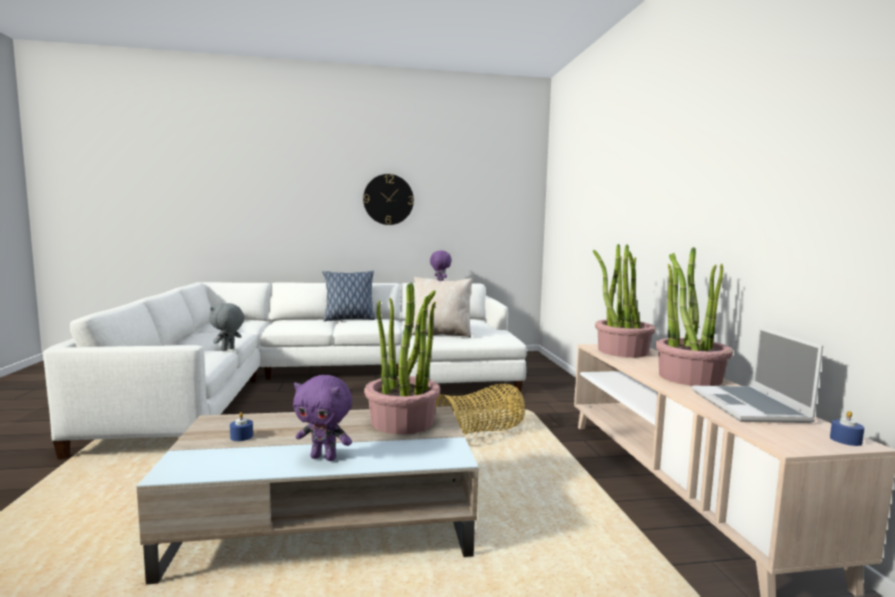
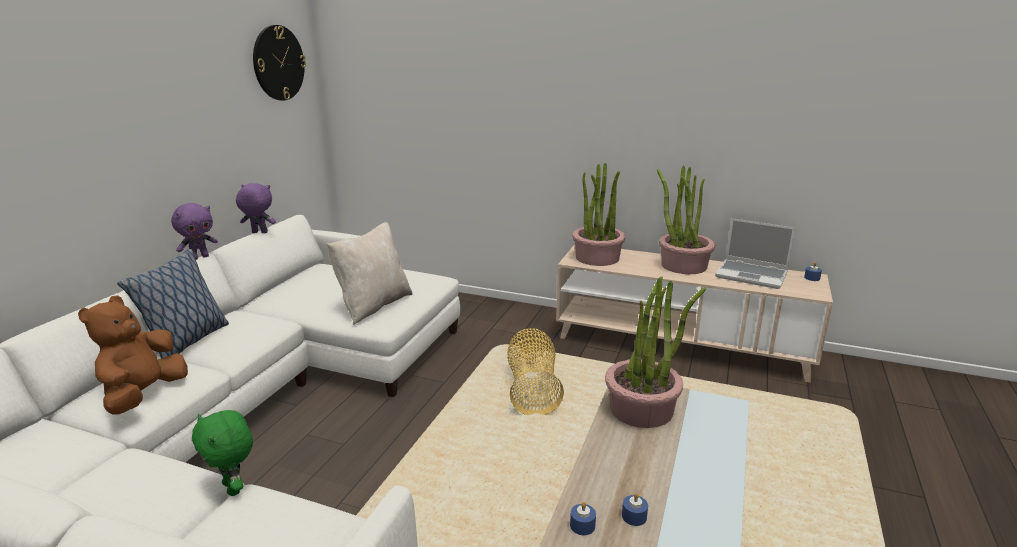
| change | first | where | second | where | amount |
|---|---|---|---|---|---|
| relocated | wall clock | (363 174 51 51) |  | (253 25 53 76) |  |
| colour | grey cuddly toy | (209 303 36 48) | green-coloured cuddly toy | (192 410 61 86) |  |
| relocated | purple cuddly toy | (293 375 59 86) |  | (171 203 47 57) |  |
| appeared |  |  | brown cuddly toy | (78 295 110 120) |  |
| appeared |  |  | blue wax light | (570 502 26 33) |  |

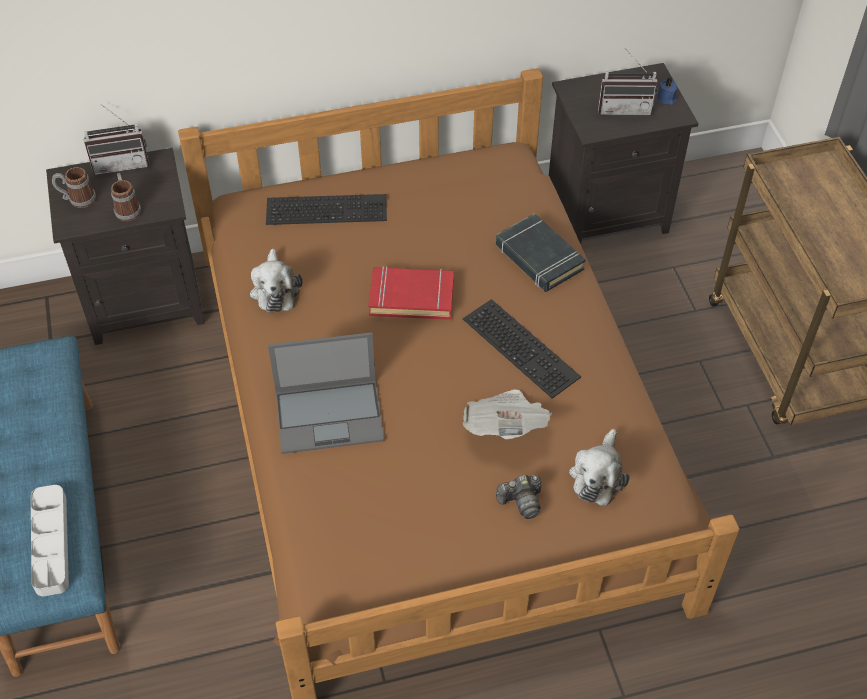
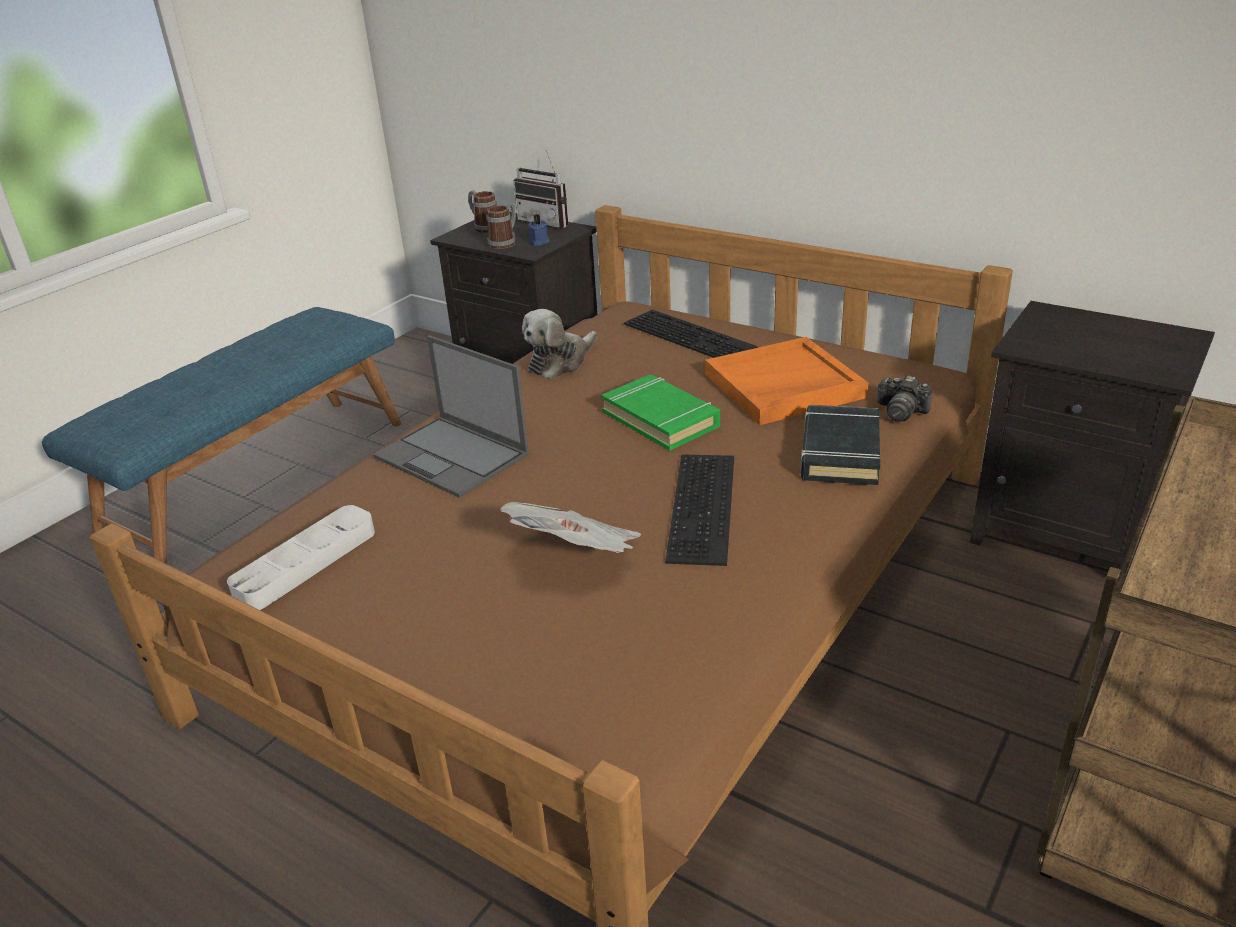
| change | first | where | second | where | amount |
|---|---|---|---|---|---|
| missing | radio | (598 48 59 67) |  |  |  |
| relocated | blue wax light | (657 77 20 28) |  | (528 214 21 32) |  |
| colour | red bound book | (368 266 86 54) | green-coloured bound book | (601 374 119 77) |  |
| missing | cuddly toy | (569 429 61 77) |  |  |  |
| relocated | photo camera | (496 475 46 44) |  | (877 375 55 47) |  |
| relocated | grey tray | (31 485 38 111) |  | (227 505 148 105) |  |
| appeared |  |  | orange tray | (705 337 164 88) |  |

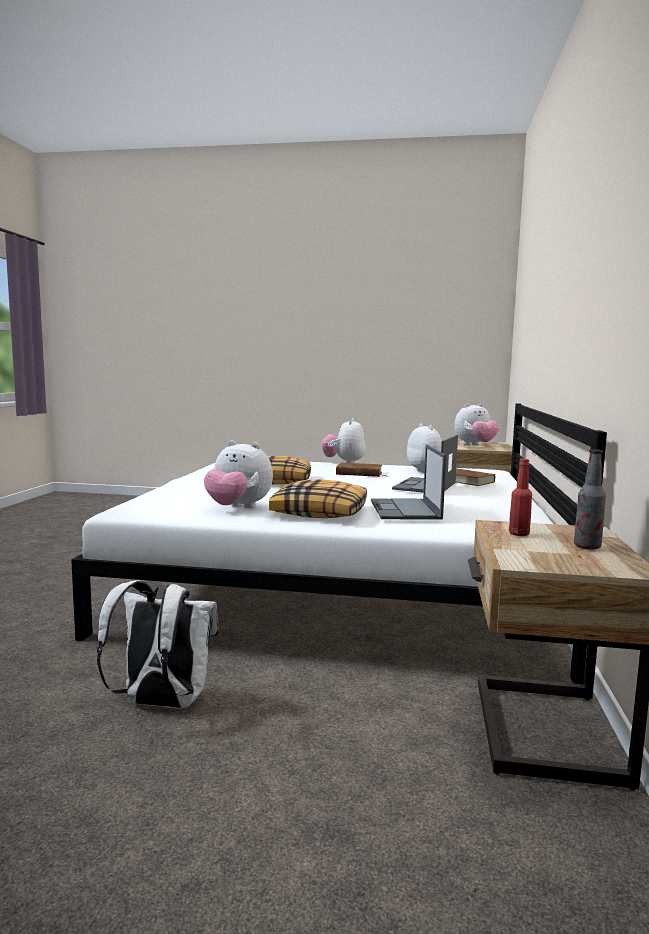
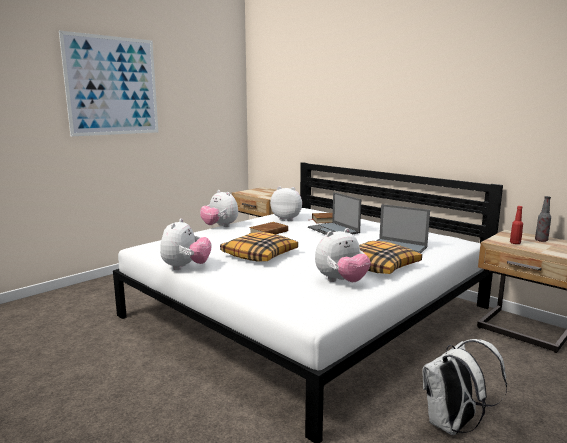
| change | first | where | second | where | amount |
|---|---|---|---|---|---|
| relocated | cuddly toy | (454 403 45 42) |  | (160 218 51 52) |  |
| appeared |  |  | wall picture | (59 31 99 105) |  |

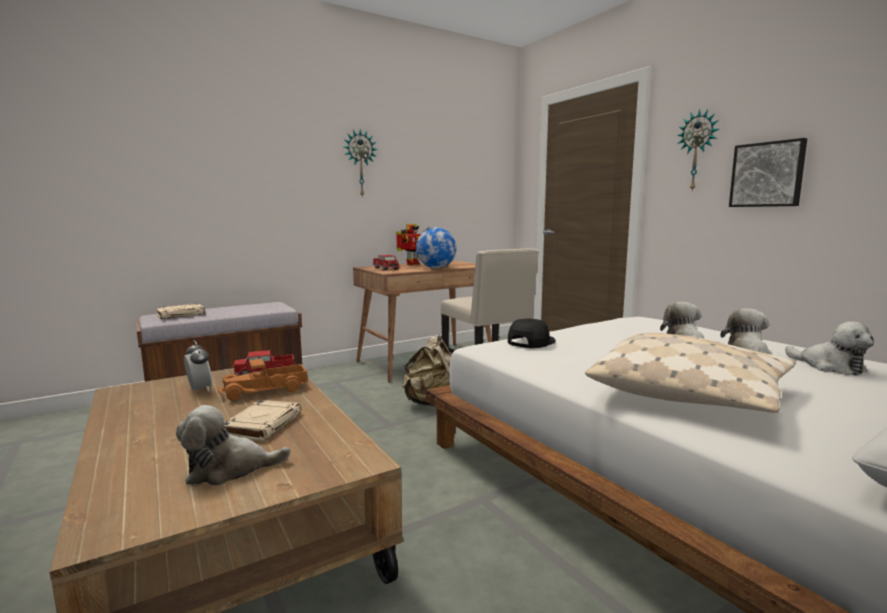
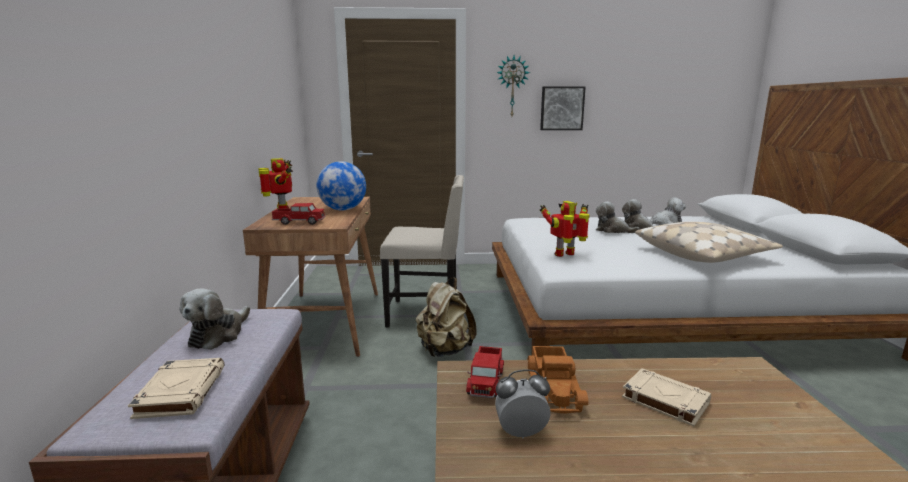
| change | first | where | second | where | amount |
|---|---|---|---|---|---|
| missing | wall clock | (344 129 34 69) |  |  |  |
| exchanged | blackish baseball cap | (508 318 48 30) | toy robot | (540 201 50 56) |  |
| relocated | cuddly toy | (176 405 114 81) |  | (180 288 70 62) |  |

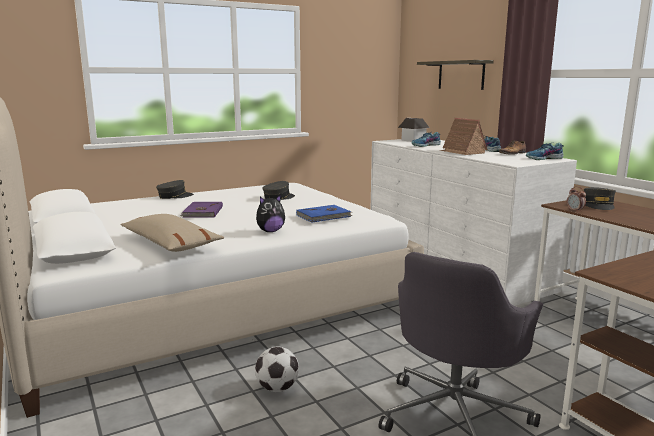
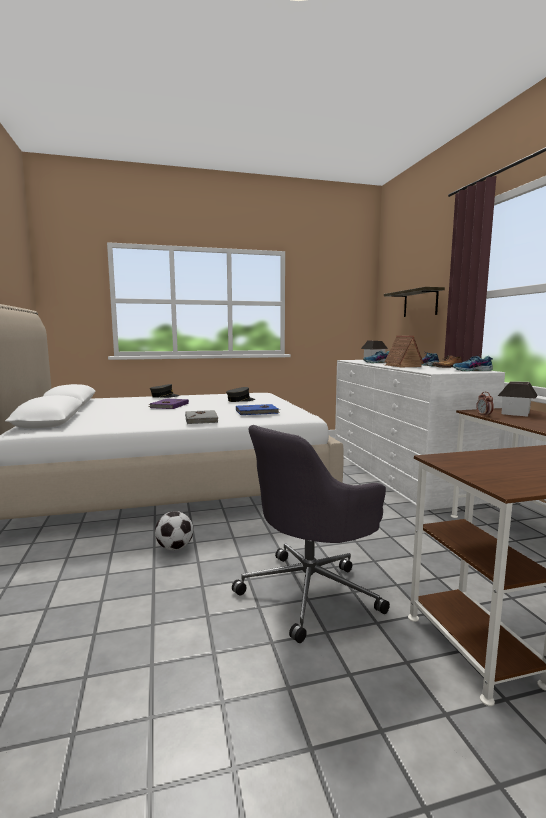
| change | first | where | second | where | amount |
|---|---|---|---|---|---|
| exchanged | grey baseball cap | (584 187 32 23) | miniature house | (498 381 40 36) |  |
| exchanged | cuddly toy | (256 194 29 38) | grey bound book | (185 410 34 14) |  |
| missing | sand-coloured cushion | (121 214 103 38) |  |  |  |

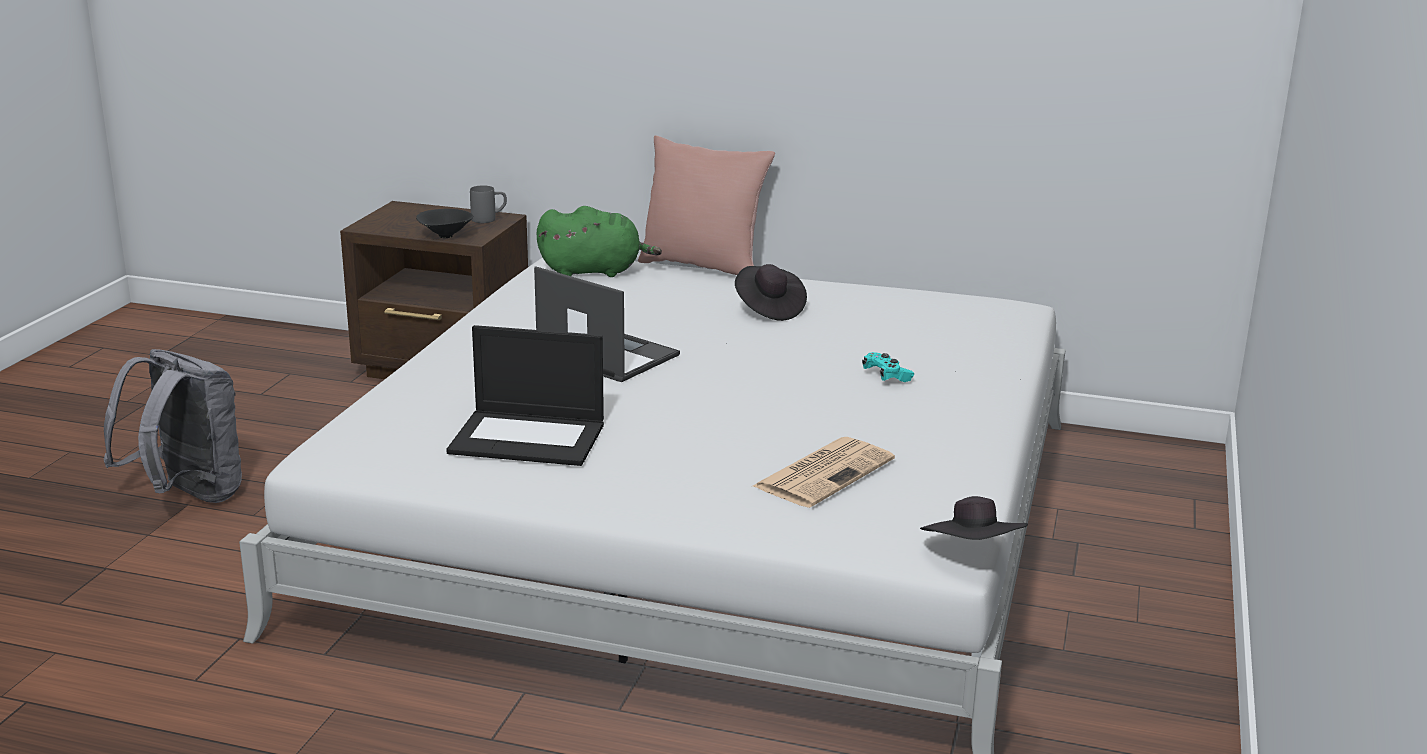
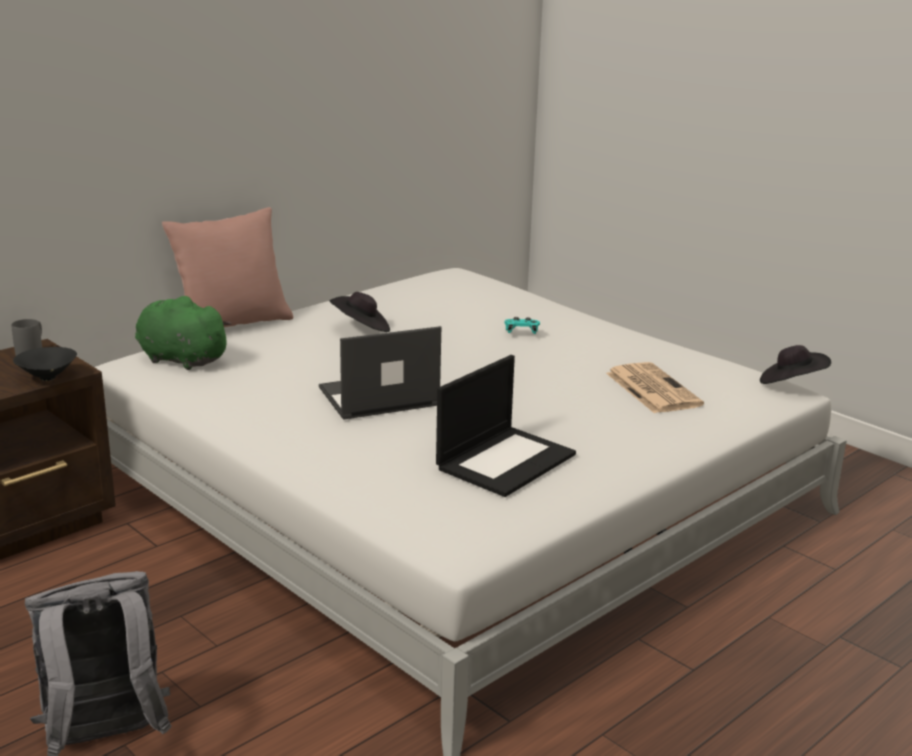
| change | first | where | second | where | amount |
|---|---|---|---|---|---|
| spun | green-coloured cuddly toy | (537 206 125 71) |  | (135 296 97 74) | 90 degrees counterclockwise |

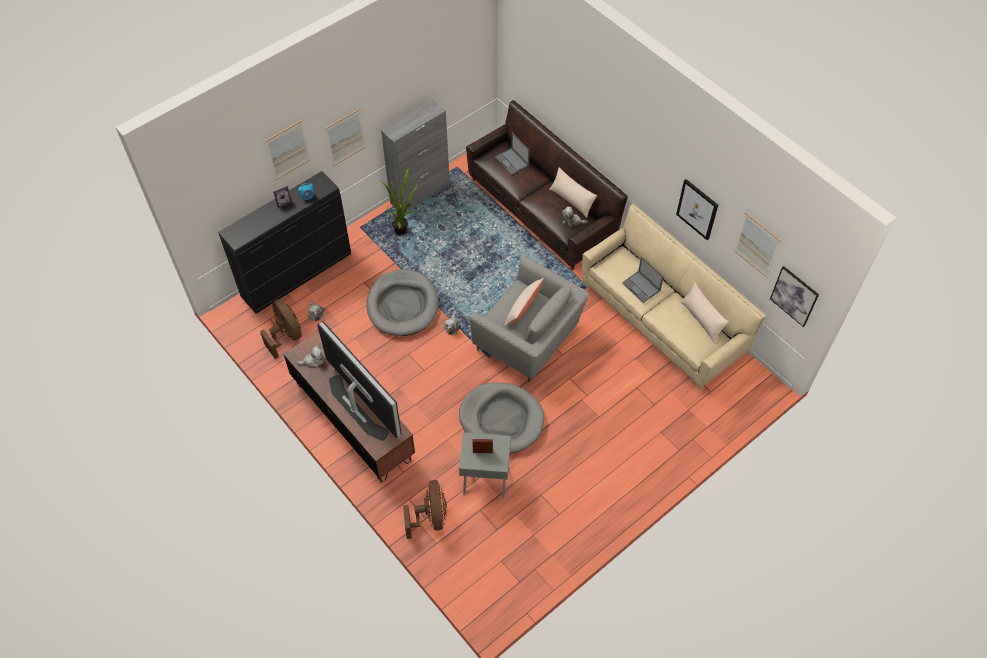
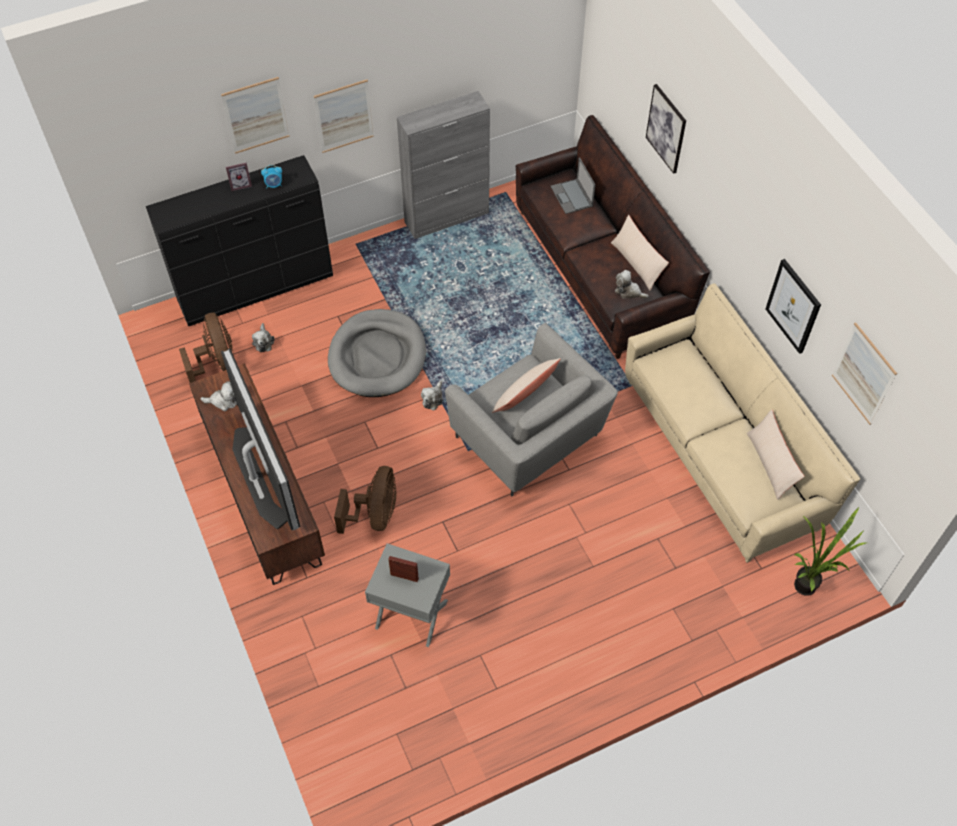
| change | first | where | second | where | amount |
|---|---|---|---|---|---|
| relocated | plant in a pot | (379 168 40 68) |  | (794 507 72 89) |  |
| missing | laptop | (622 257 42 46) |  |  |  |
| relocated | wall picture | (770 266 49 61) |  | (646 84 40 90) |  |
| missing | grey dog bed | (459 382 85 71) |  |  |  |
| relocated | brown electric fan | (403 480 44 59) |  | (334 466 62 68) |  |

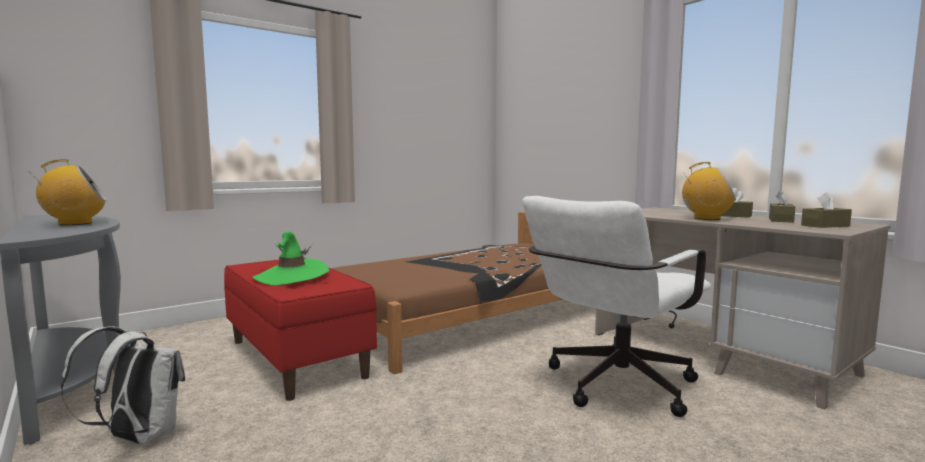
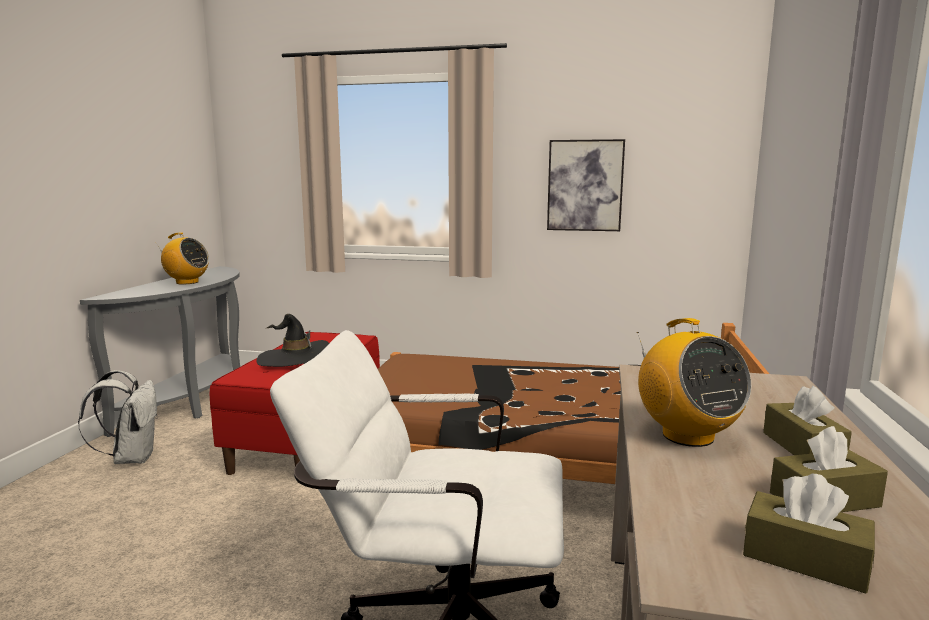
| change | first | where | second | where | amount |
|---|---|---|---|---|---|
| colour | green-coloured hat | (253 231 76 54) | blackish hat | (256 314 73 53) |  |
| appeared |  |  | wall picture | (547 139 78 92) |  |

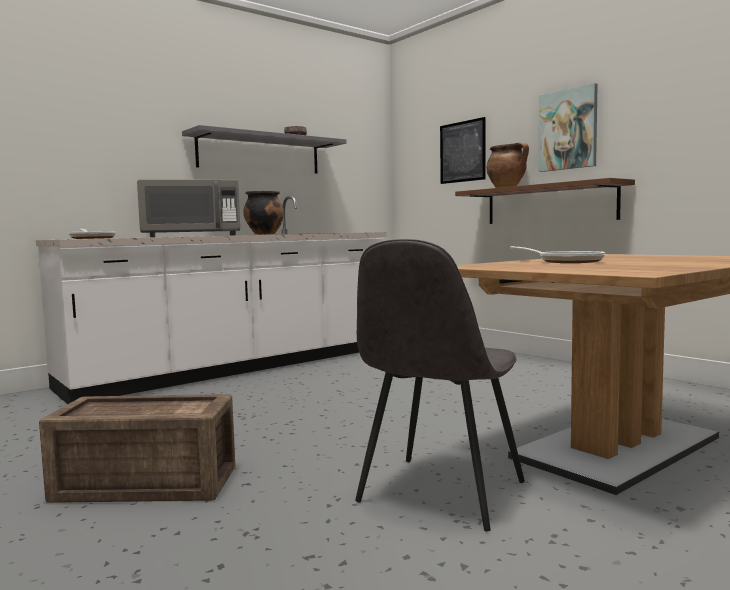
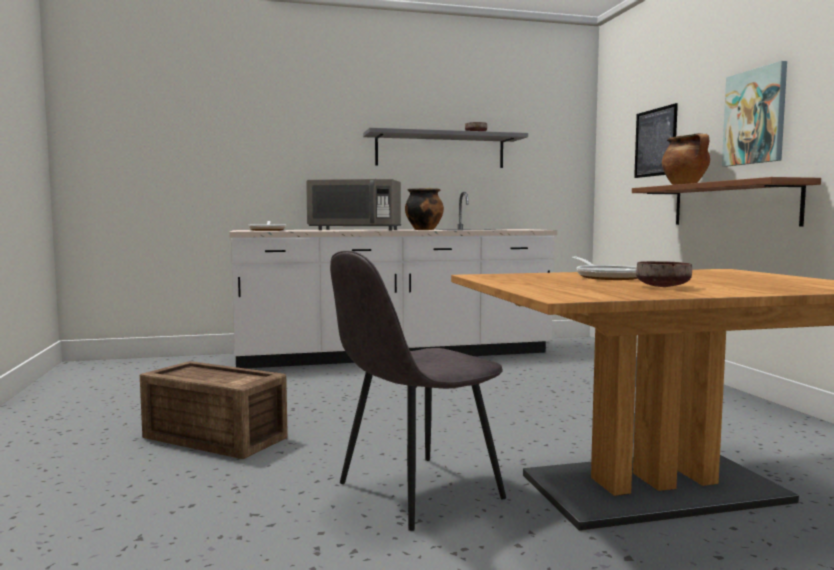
| change | first | where | second | where | amount |
|---|---|---|---|---|---|
| appeared |  |  | brown serving bowl | (636 261 56 26) |  |

